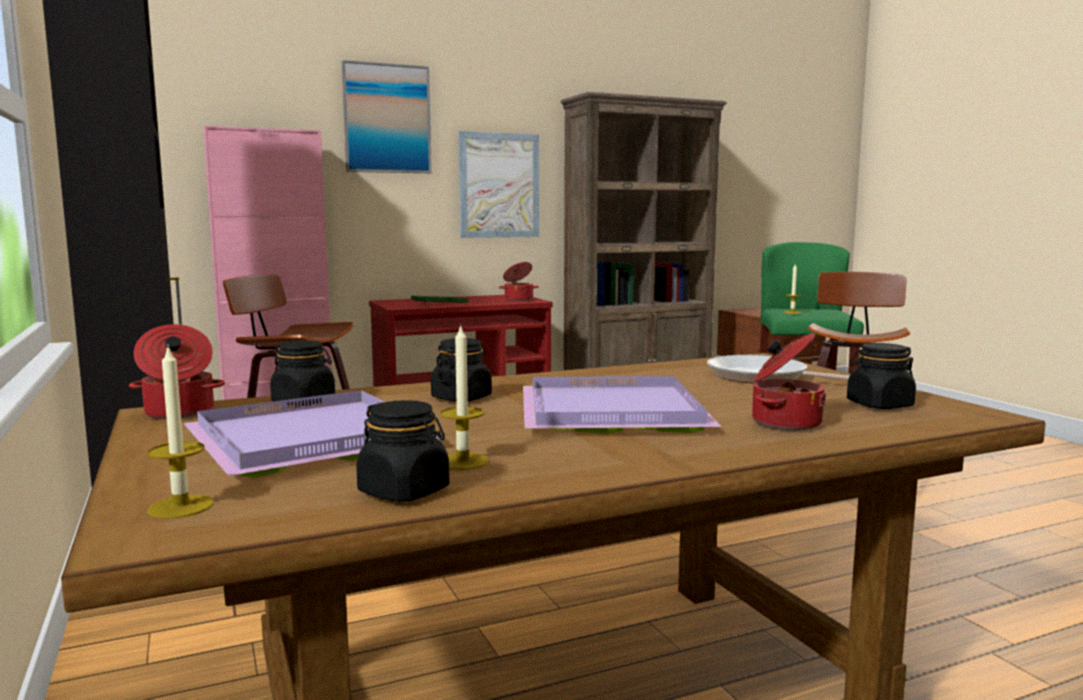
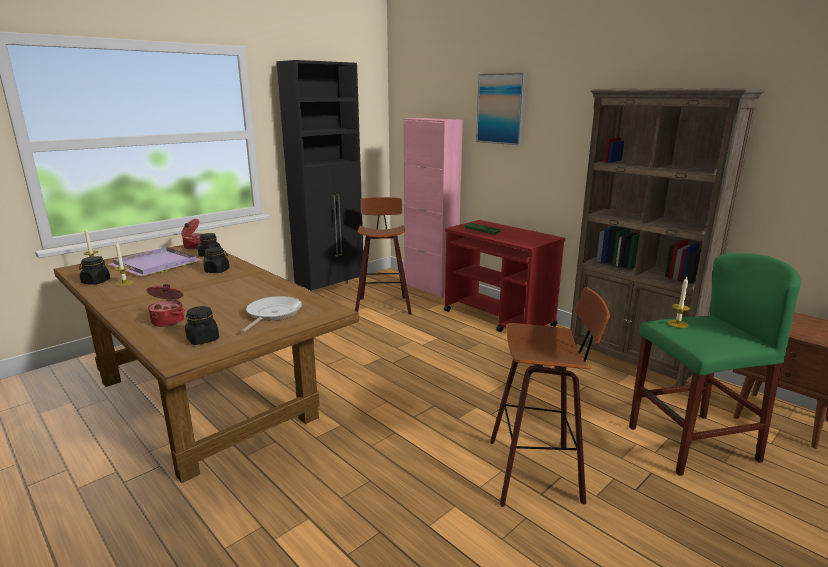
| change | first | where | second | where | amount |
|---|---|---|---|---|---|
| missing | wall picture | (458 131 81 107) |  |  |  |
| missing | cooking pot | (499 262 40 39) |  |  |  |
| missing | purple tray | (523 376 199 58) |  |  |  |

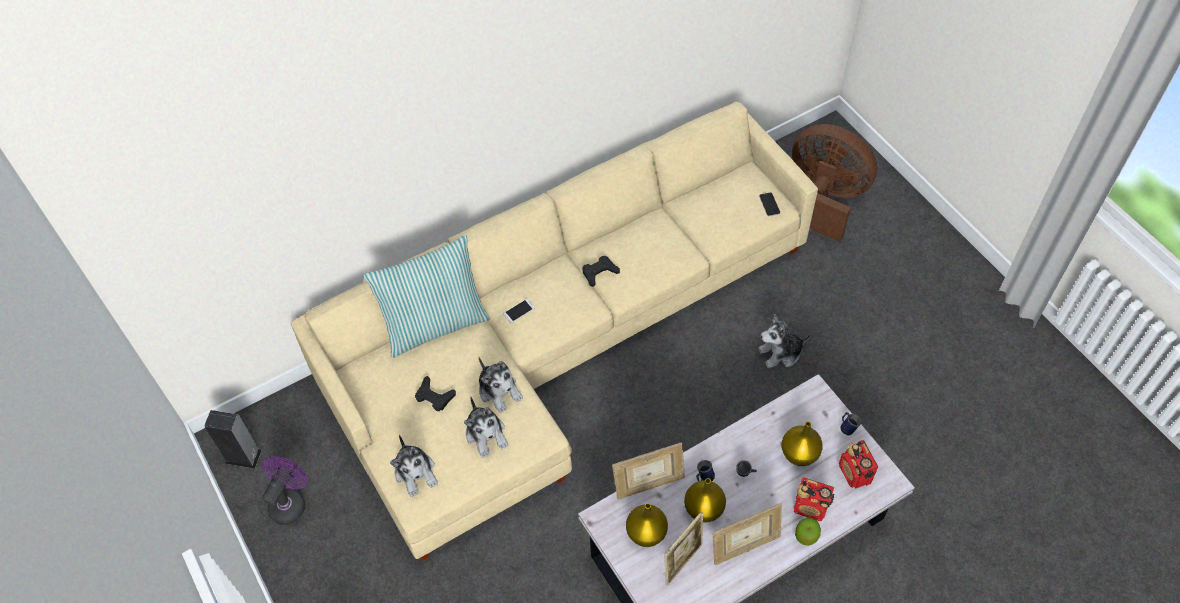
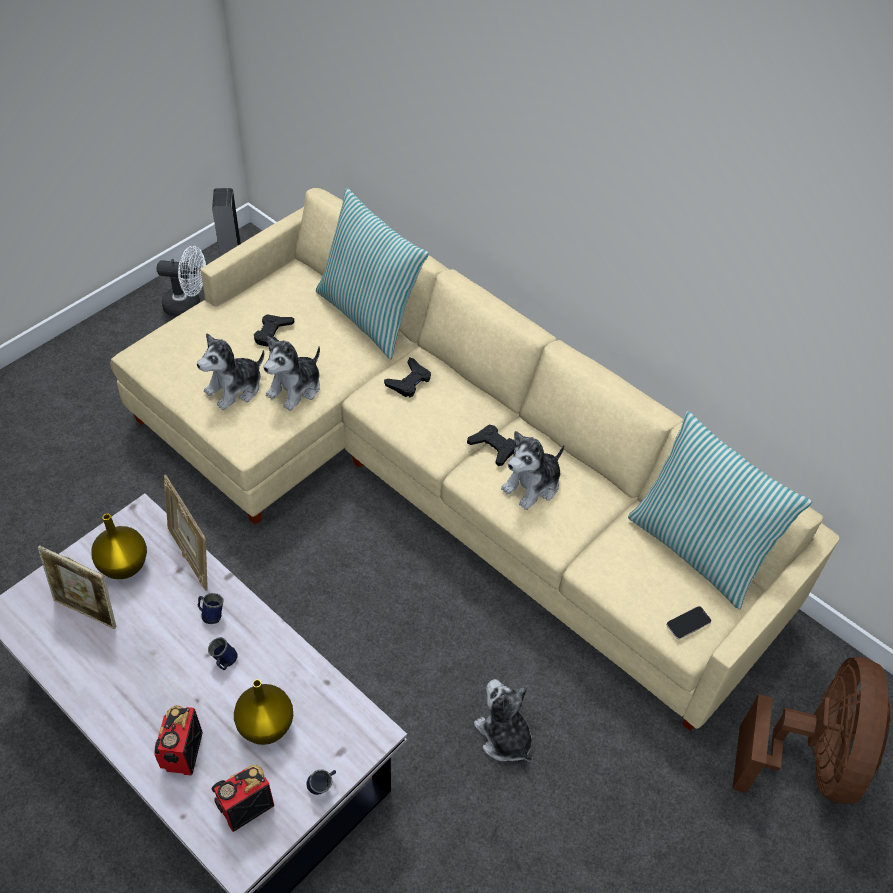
| change | first | where | second | where | amount |
|---|---|---|---|---|---|
| exchanged | handset | (503 299 32 24) | blackish game controller | (384 357 47 40) |  |
| relocated | cuddly toy | (390 435 48 62) |  | (501 431 64 79) |  |
| colour | purple electric fan | (262 456 46 69) | white electric fan | (157 246 49 71) |  |
| missing | yellowish vase | (684 478 42 45) |  |  |  |
| missing | picture frame | (712 504 70 61) |  |  |  |
| missing | whole apple | (795 517 26 29) |  |  |  |
| appeared |  |  | cushion | (628 411 184 199) |  |

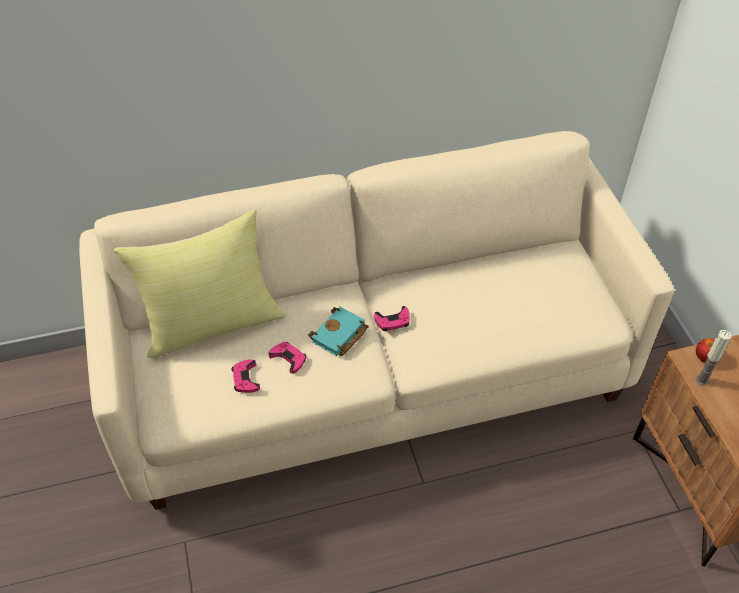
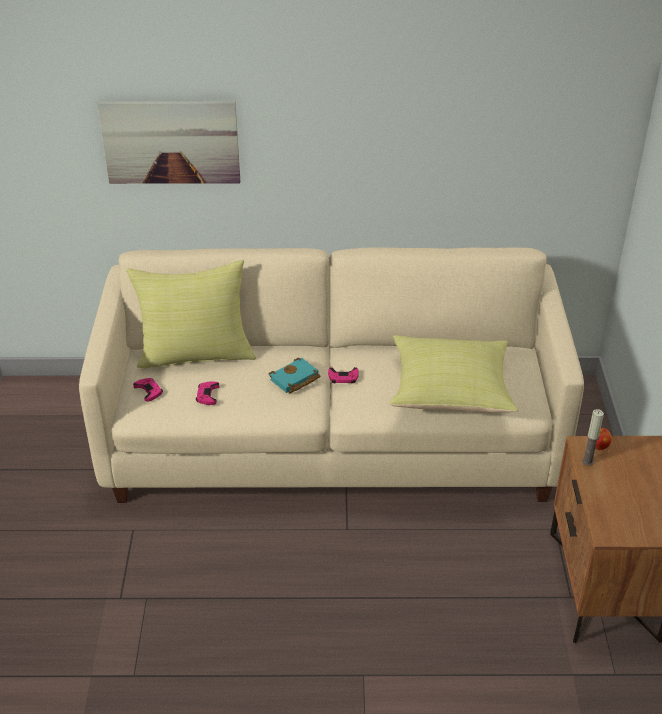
| change | first | where | second | where | amount |
|---|---|---|---|---|---|
| relocated | pink-coloured game controller | (269 342 38 32) |  | (133 378 30 24) |  |
| appeared |  |  | wall picture | (97 101 143 83) |  |
| appeared |  |  | yellowish cushion | (389 335 130 77) |  |

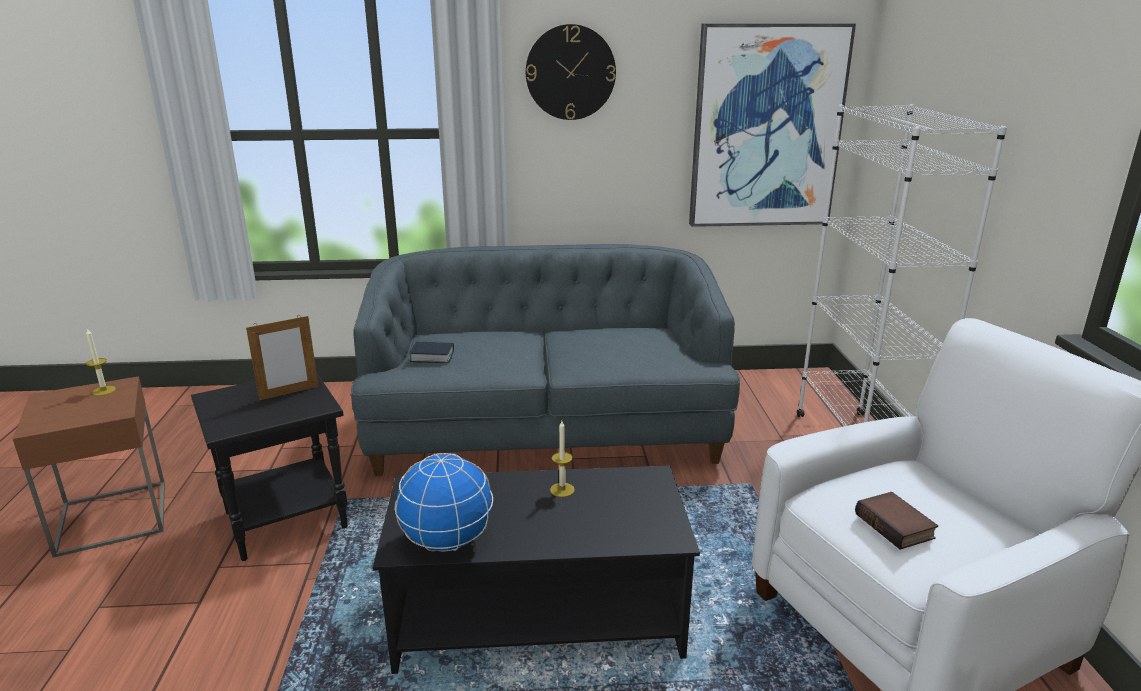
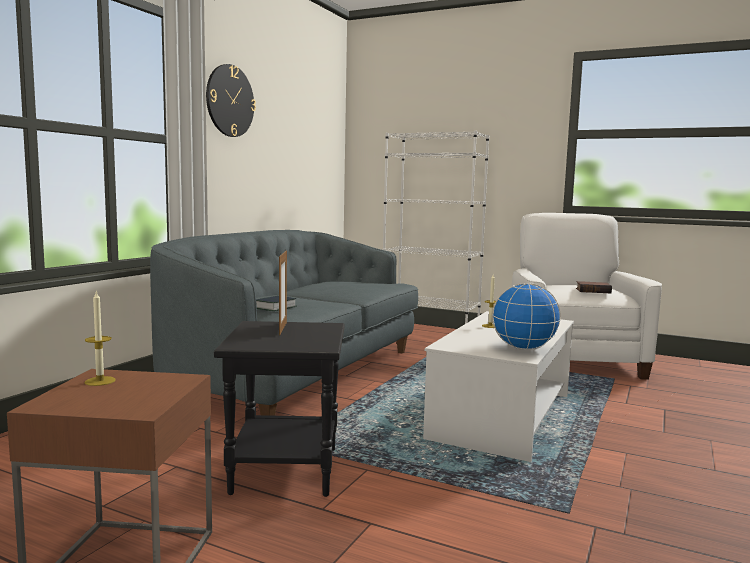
| change | first | where | second | where | amount |
|---|---|---|---|---|---|
| missing | wall picture | (689 23 167 204) |  |  |  |
| colour | blackish lounge table | (373 466 327 208) | white lounge table | (423 311 151 151) |  |

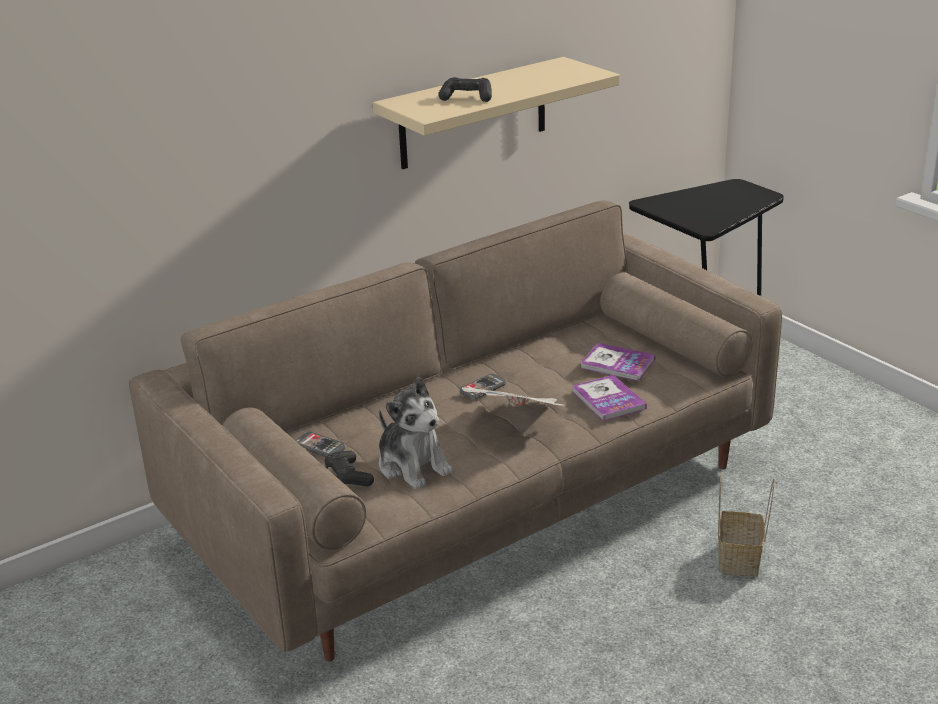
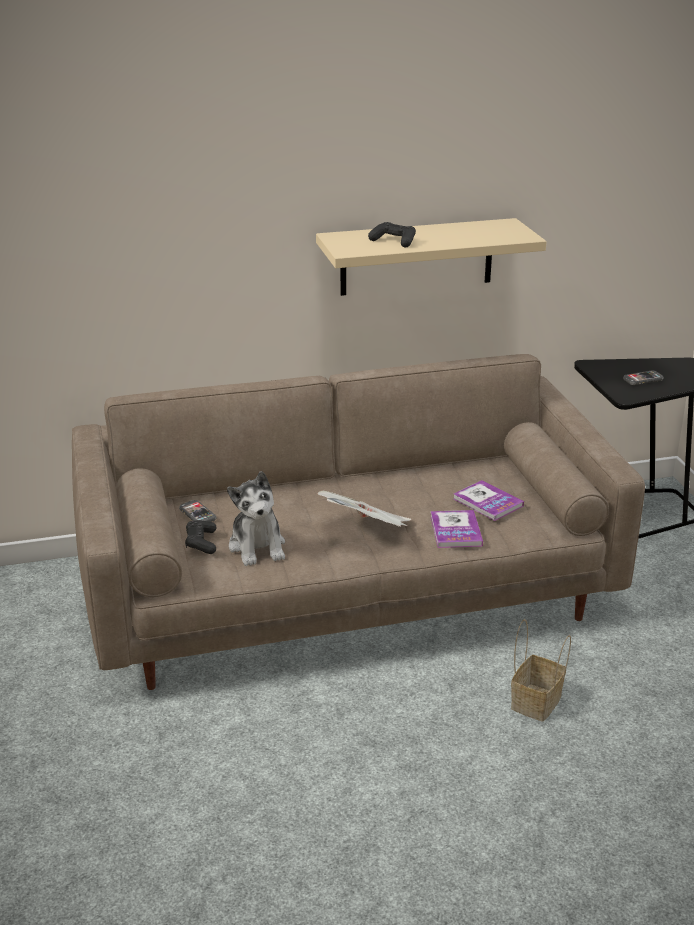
| change | first | where | second | where | amount |
|---|---|---|---|---|---|
| relocated | handset | (459 374 47 25) |  | (623 370 41 15) |  |

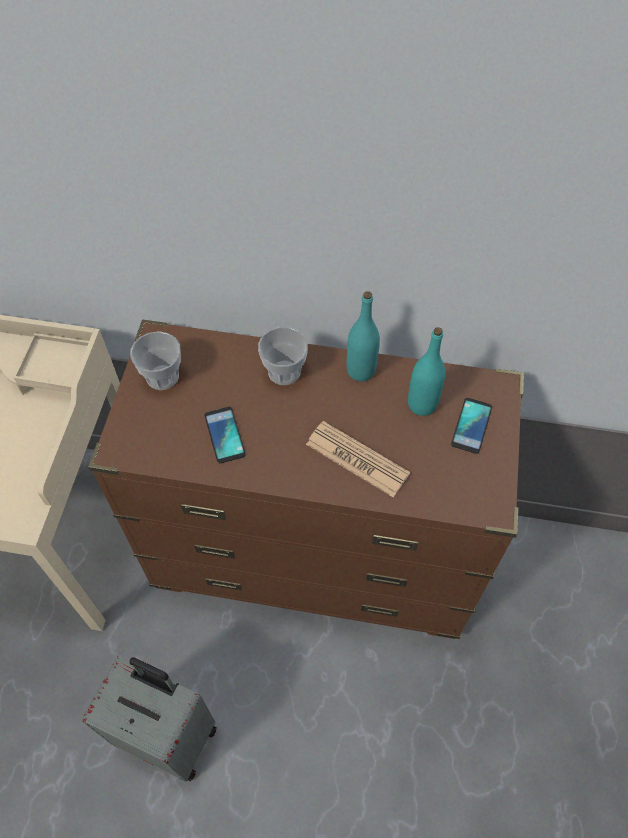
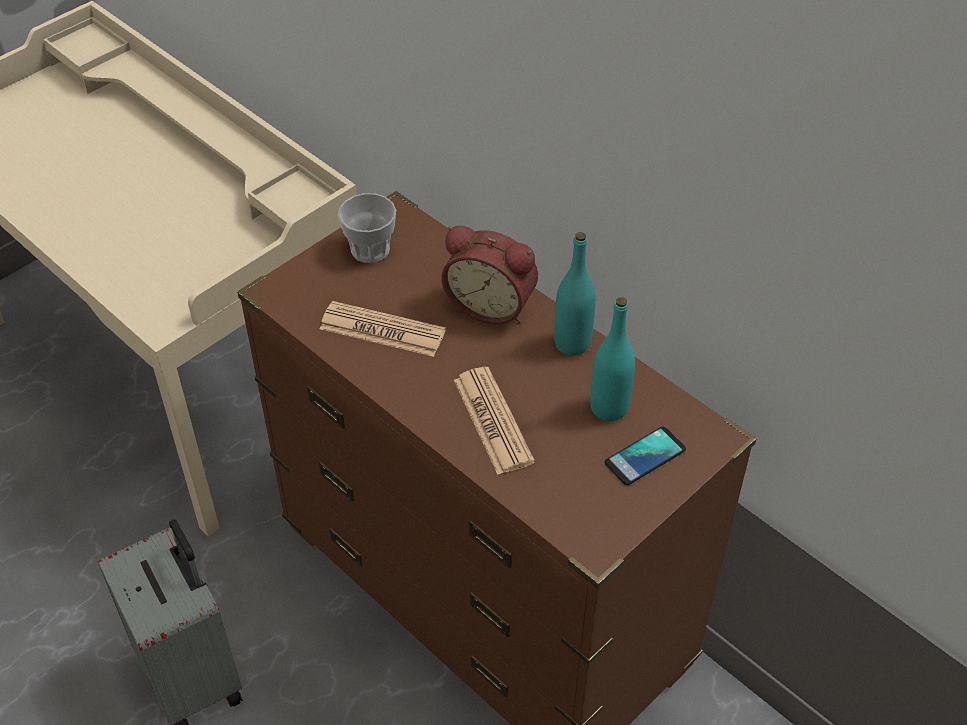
| change | first | where | second | where | amount |
|---|---|---|---|---|---|
| exchanged | cup | (258 327 50 58) | table clock | (441 225 97 99) |  |
| exchanged | handset | (204 407 42 56) | daily paper | (320 301 126 56) |  |

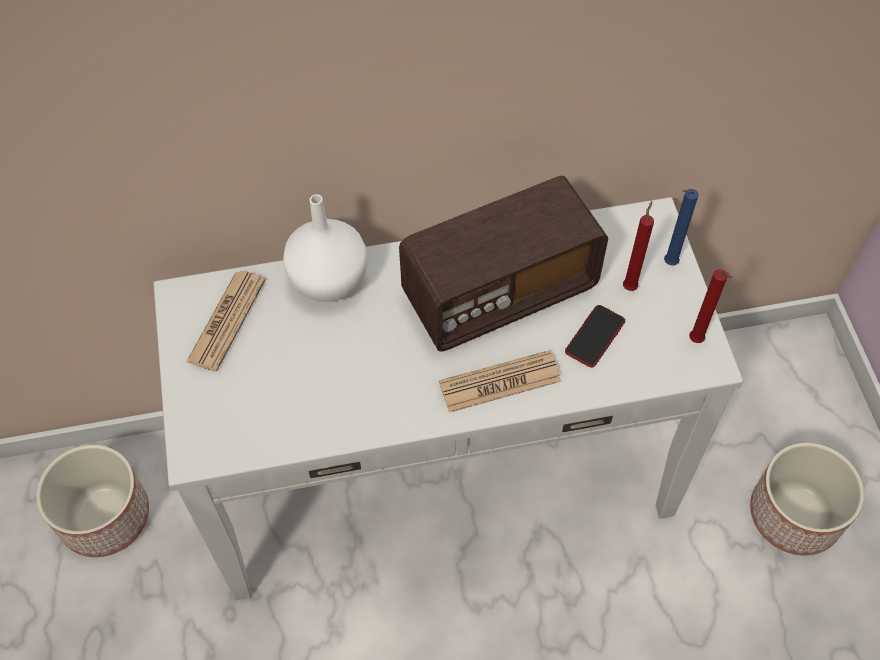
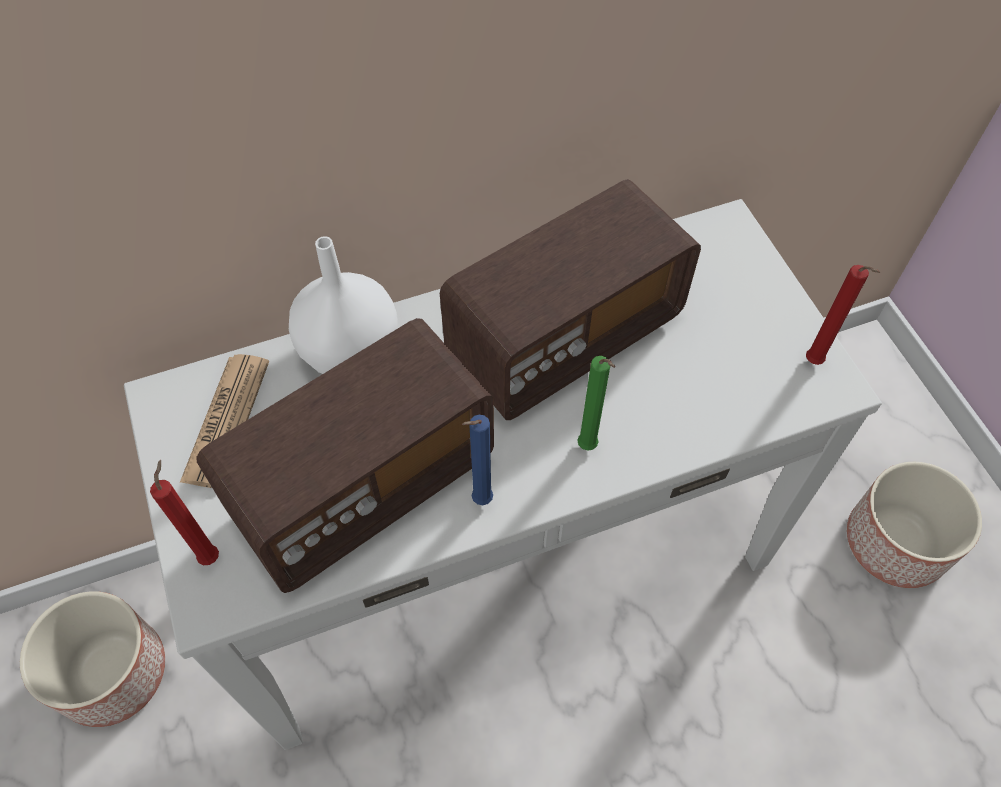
| change | first | where | second | where | amount |
|---|---|---|---|---|---|
| relocated | blue wax light | (664 189 35 77) |  | (462 415 31 90) |  |
| relocated | red wax light | (623 201 31 90) |  | (150 460 69 105) |  |
| missing | handset | (565 305 60 63) |  |  |  |
| exchanged | daily paper | (439 350 122 63) | green-coloured wax light | (577 356 38 94) |  |
| appeared |  |  | radio | (196 318 298 275) |  |

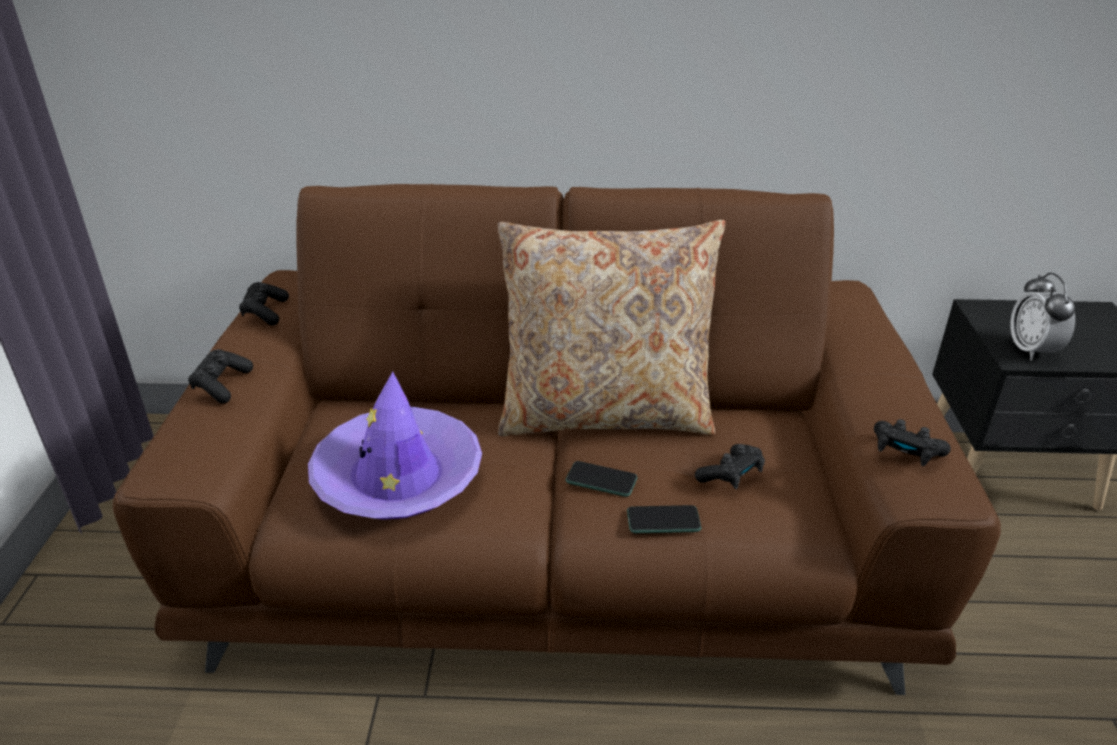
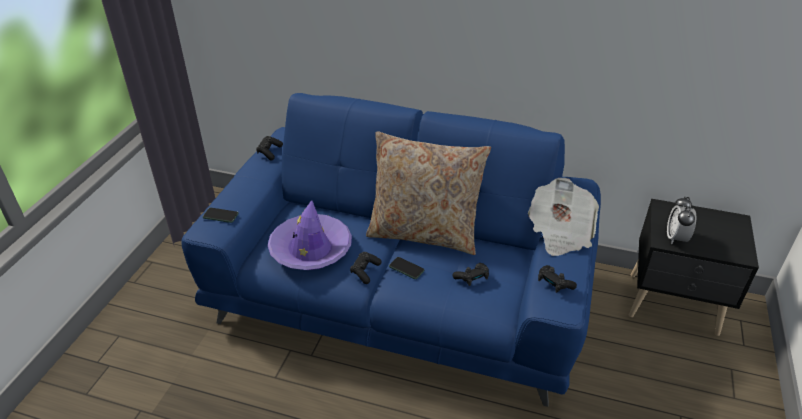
| change | first | where | second | where | amount |
|---|---|---|---|---|---|
| colour | brown sofa | (113 184 888 511) | blue sofa | (182 93 419 314) |  |
| relocated | blackish game controller | (188 349 65 54) |  | (350 252 32 32) |  |
| relocated | handset | (627 505 74 28) |  | (203 208 36 15) |  |
| appeared |  |  | daily paper | (528 178 71 78) |  |

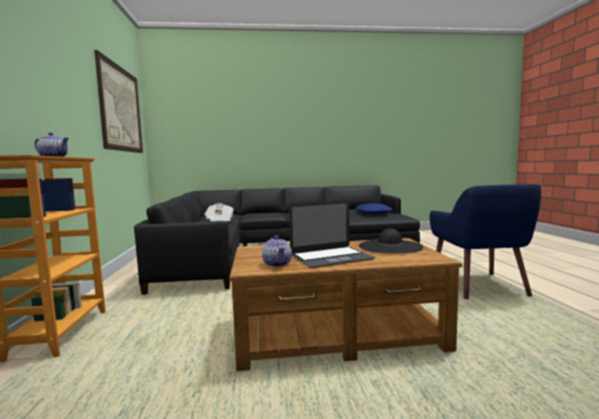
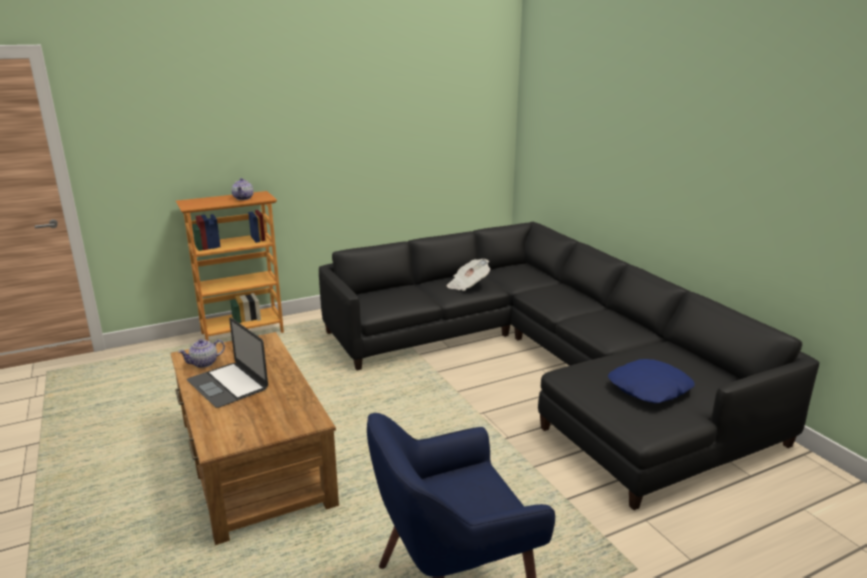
| change | first | where | second | where | amount |
|---|---|---|---|---|---|
| missing | wall picture | (94 50 49 103) |  |  |  |
| missing | blackish hat | (359 228 64 25) |  |  |  |

